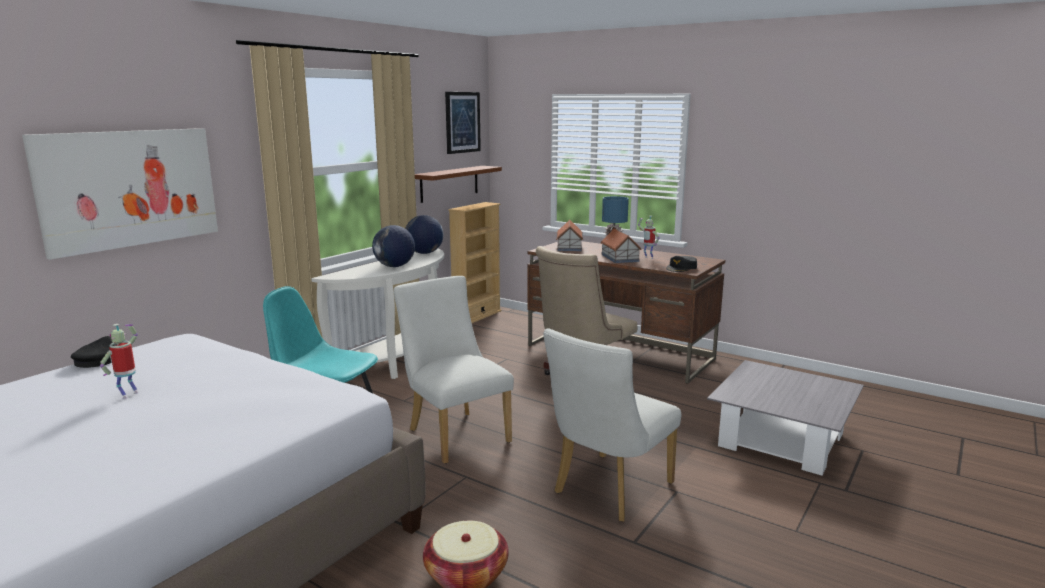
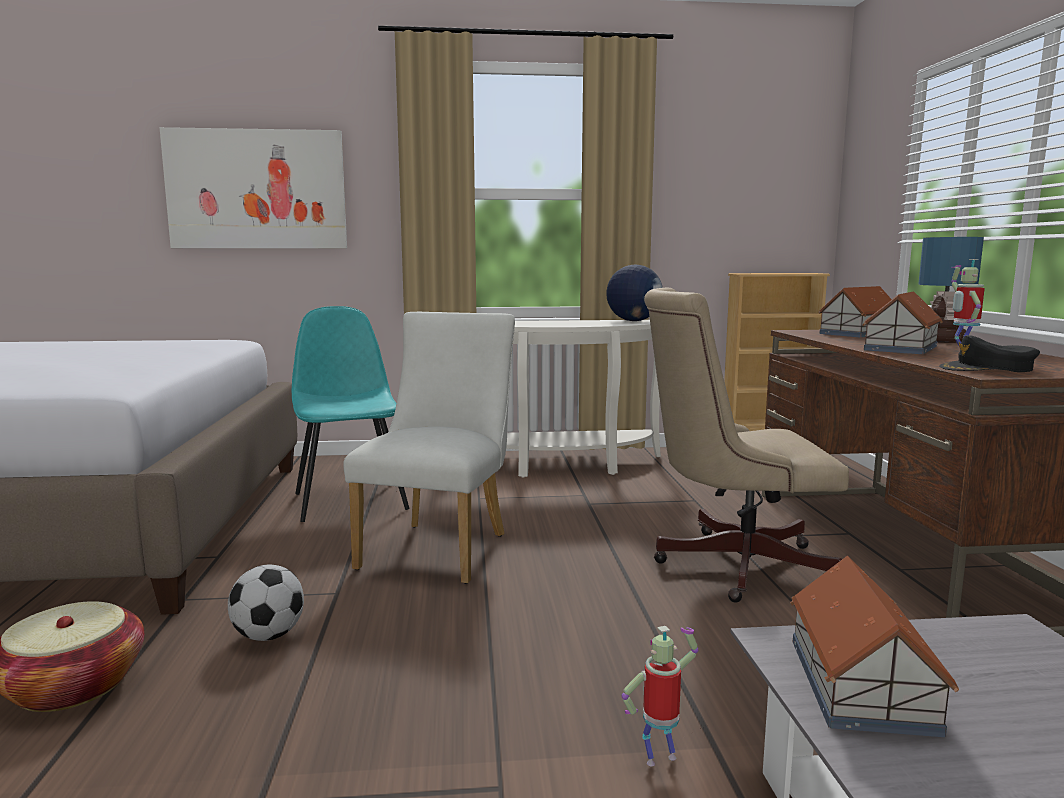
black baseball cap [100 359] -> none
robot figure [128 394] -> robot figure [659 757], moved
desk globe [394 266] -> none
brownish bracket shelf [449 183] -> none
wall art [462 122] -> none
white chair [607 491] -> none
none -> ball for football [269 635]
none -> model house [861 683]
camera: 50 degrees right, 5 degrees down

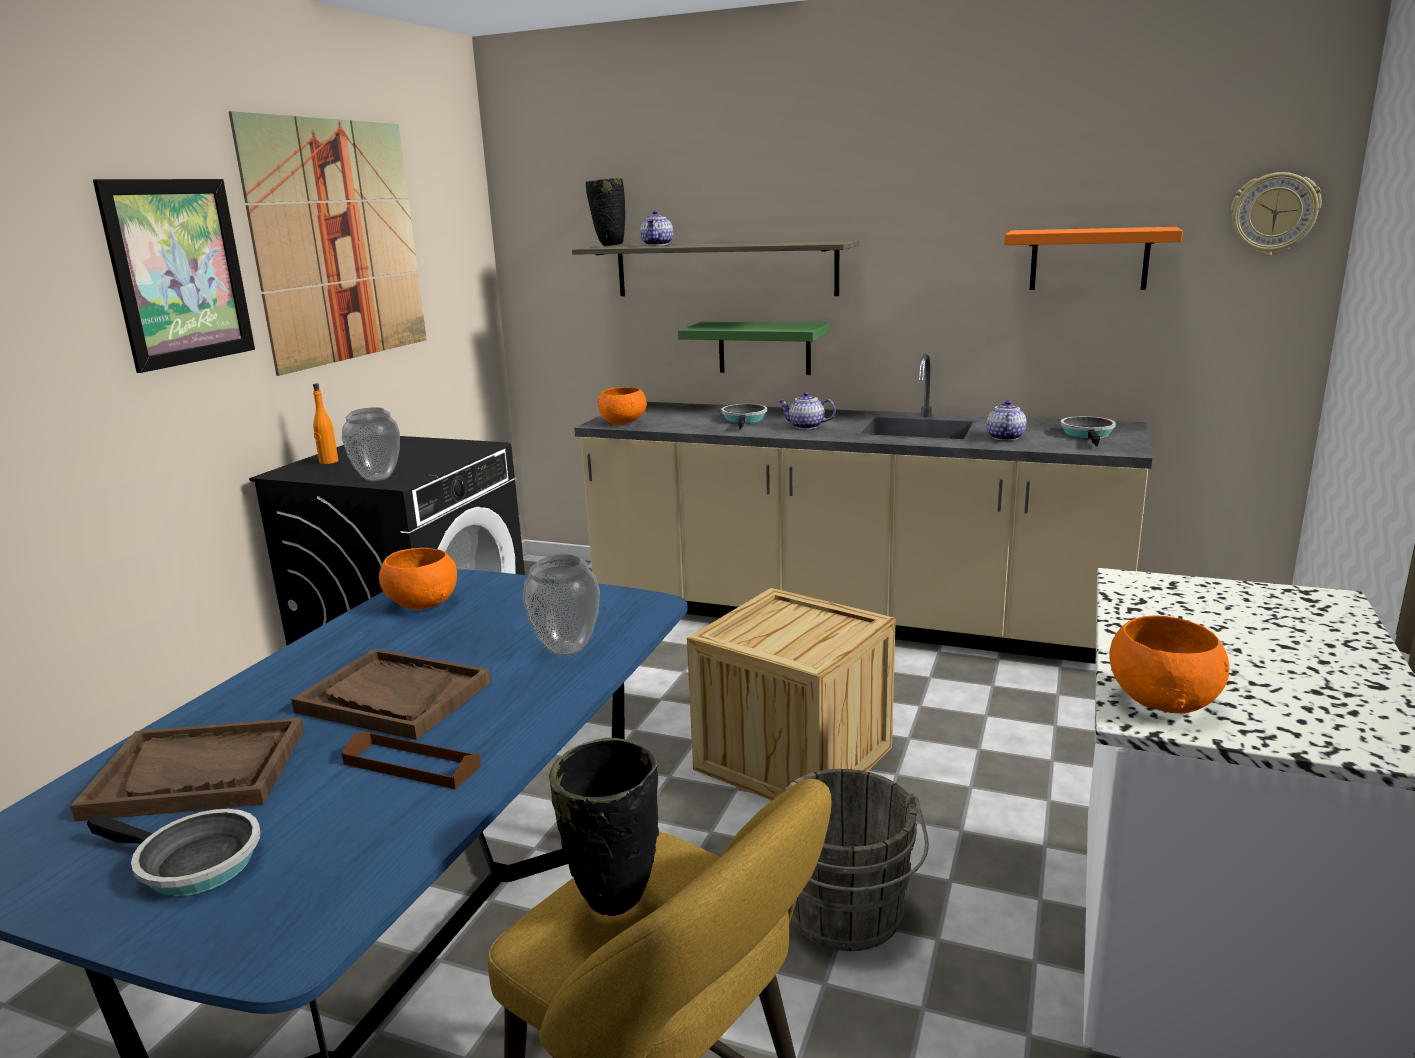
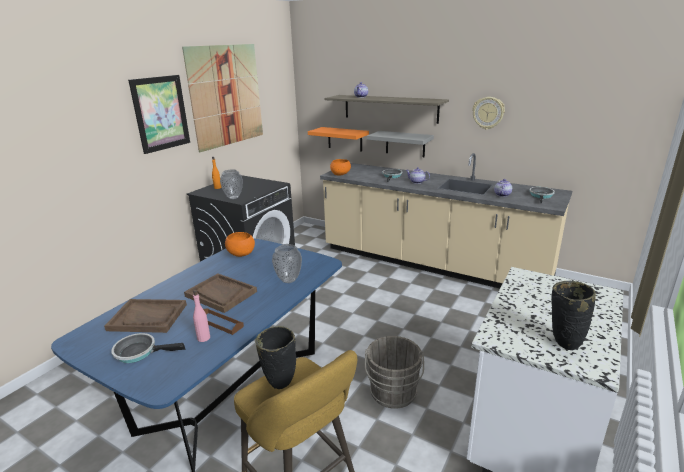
frying pan [191 864] -> frying pan [139 352], 150 degrees clockwise
black flower vase [609 245] -> black flower vase [563 343], moved
greenish bracket shelf [764 348] -> gray bracket shelf [405 144]
shipping crate [793 758] -> none
orange-coloured bracket shelf [1089 259] -> orange-coloured bracket shelf [345 139], moved
orange-coloured serving bowl [1162 701] -> none
hanging clock [1273 214] -> hanging clock [488 113], moved
none -> pink-coloured beverage bottle [204 338]
camera: 10 degrees right, 5 degrees up

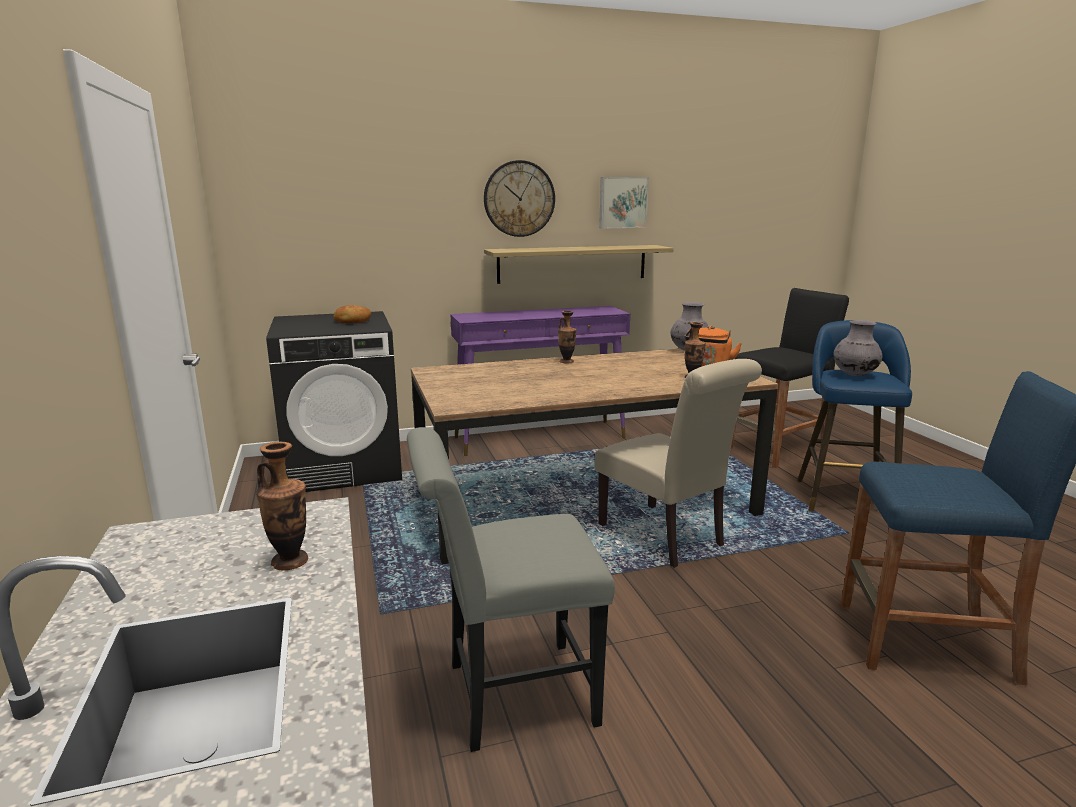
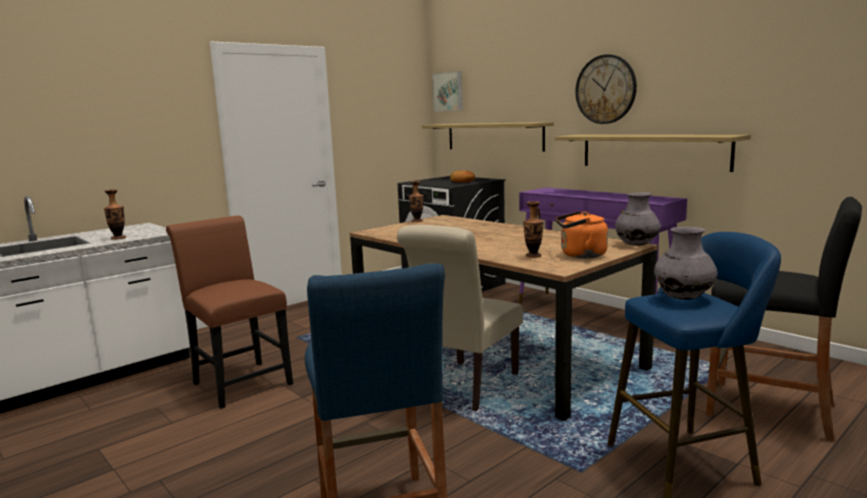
gray chair [509 695] -> brownish chair [239 381]
flower vase [566 362] -> flower vase [417 221], moved
wall art [622 202] -> wall art [448 91], moved
none -> bracket shelf [494 136]
camera: 65 degrees right, 5 degrees down

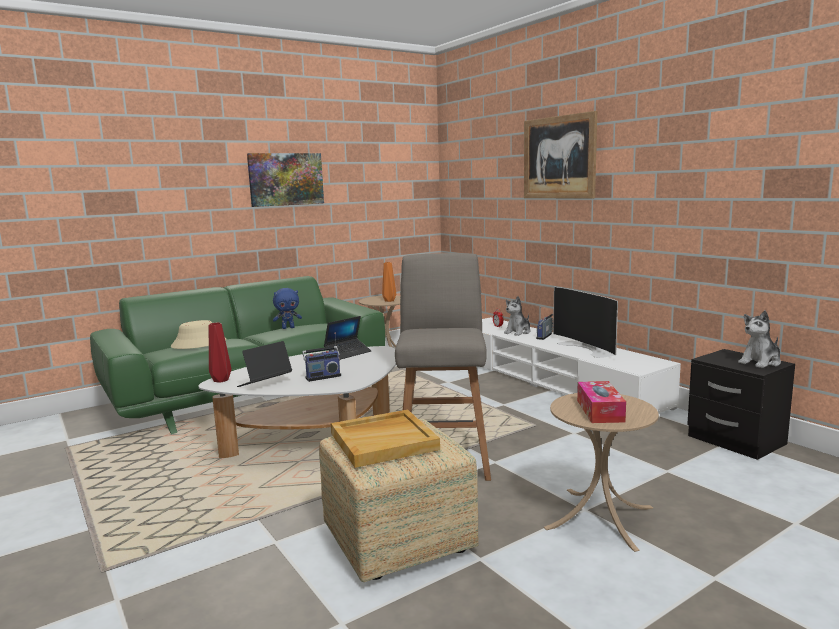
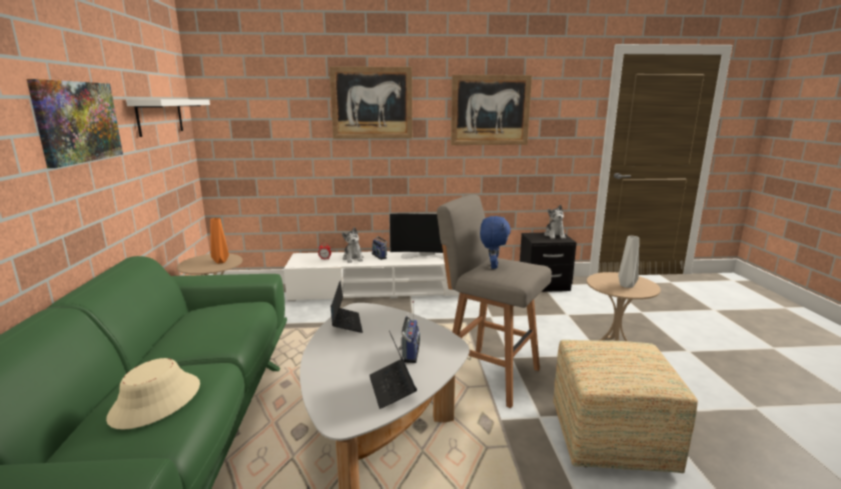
reddish flower vase [222 380] -> none
bluish soft toy [288 328] -> bluish soft toy [492 266], moved
sand-coloured serving tray [384 441] -> none
tissue holder [600 411] -> gray flower vase [626 285]
none -> white bracket shelf [160 116]
none -> wall art [490 110]
camera: 60 degrees left, 5 degrees up

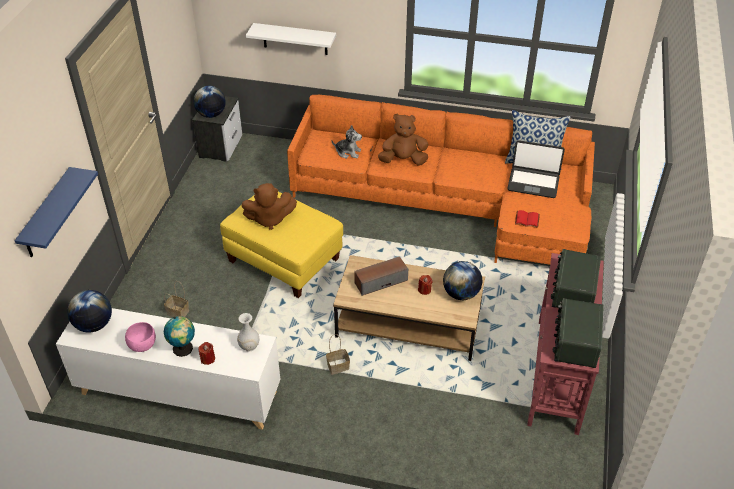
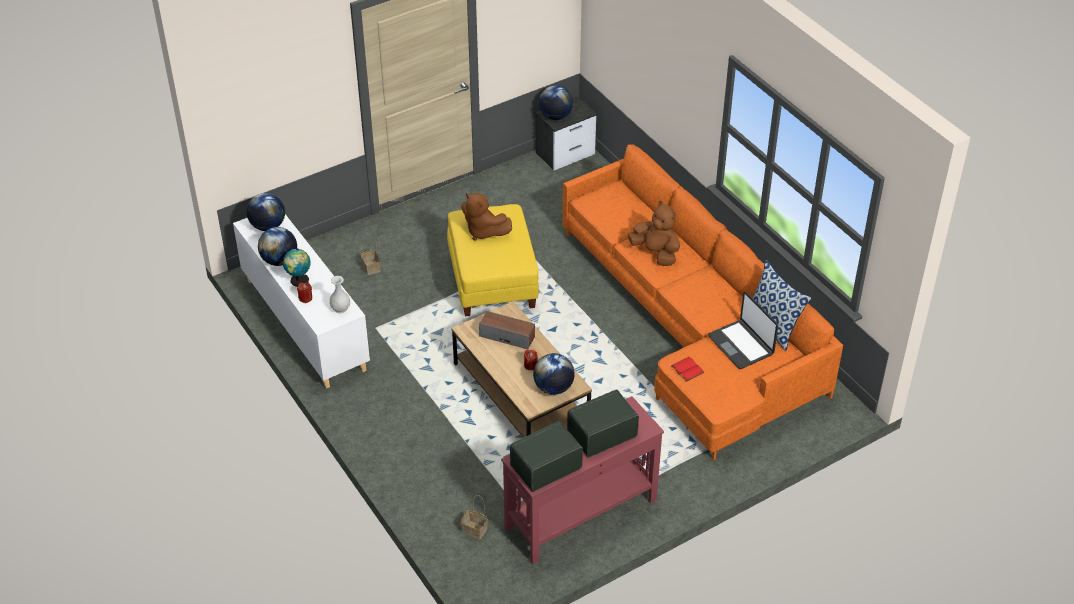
bluish bracket shelf [47 214] -> none
pink-coloured serving bowl [143 345] -> desk globe [279 260]
white bracket shelf [295 39] -> none
basket [338 366] -> basket [475 530], moved
soft toy [348 152] -> none
camera: 45 degrees right, 0 degrees up

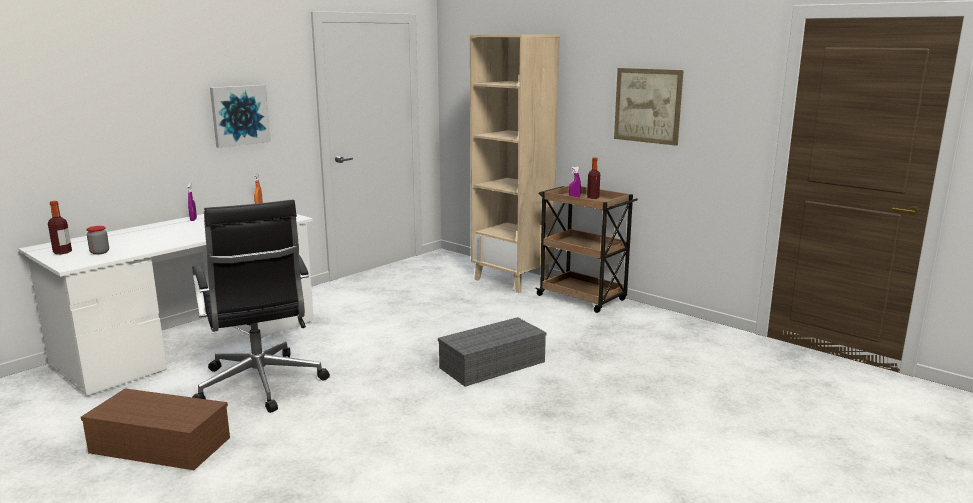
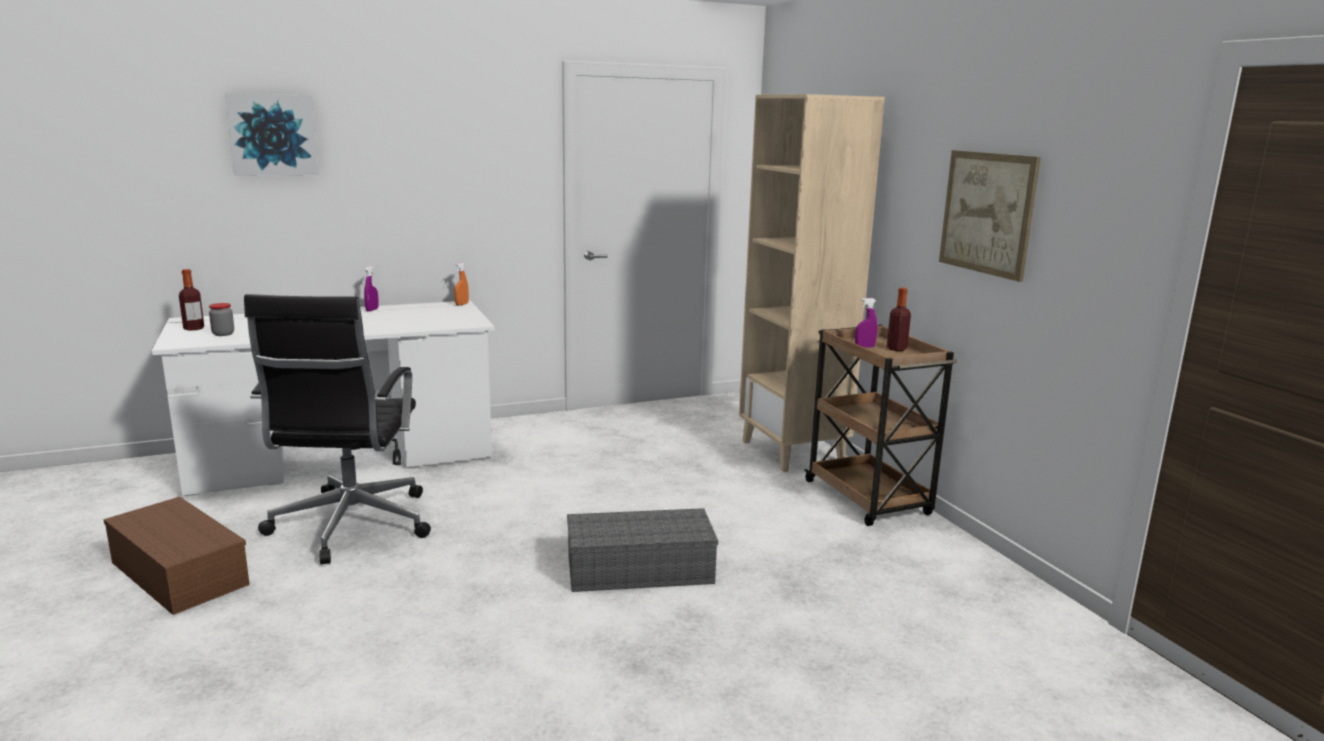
wall art [240 115] -> wall art [273 135], moved
camera: 25 degrees right, 0 degrees up

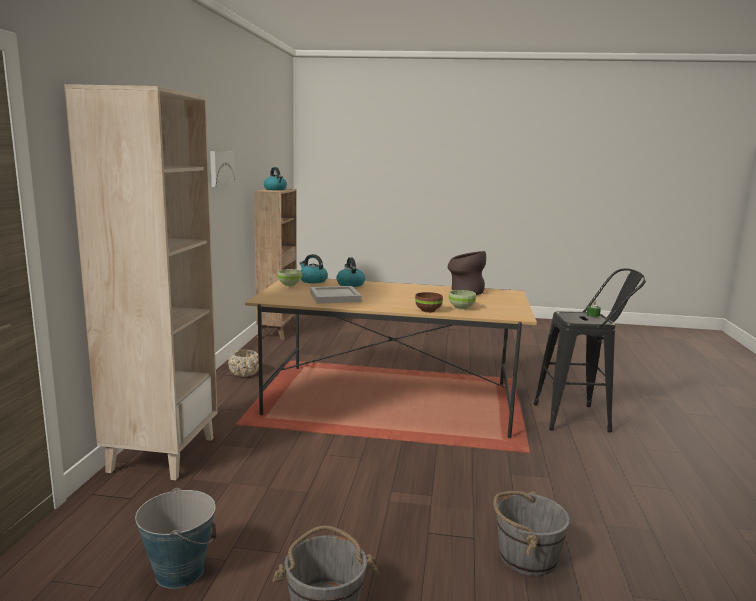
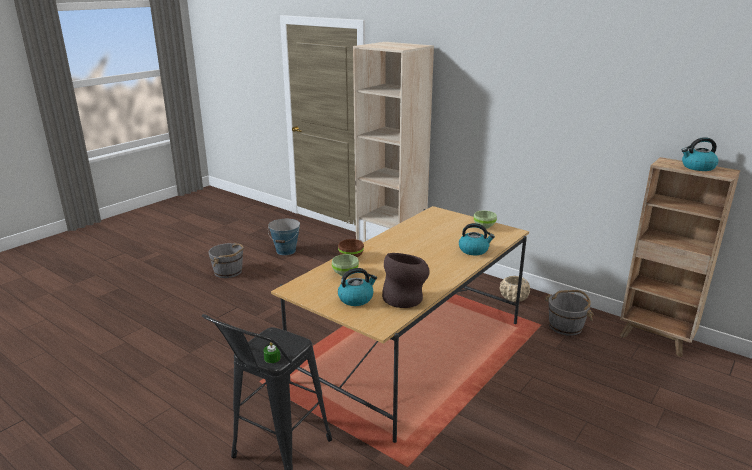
wall art [220 168] -> none
tea kettle [312 281] -> tea kettle [356 298], moved
white serving tray [335 297] -> none
gray water bucket [526 556] -> gray water bucket [566 326], moved
camera: 120 degrees right, 10 degrees up

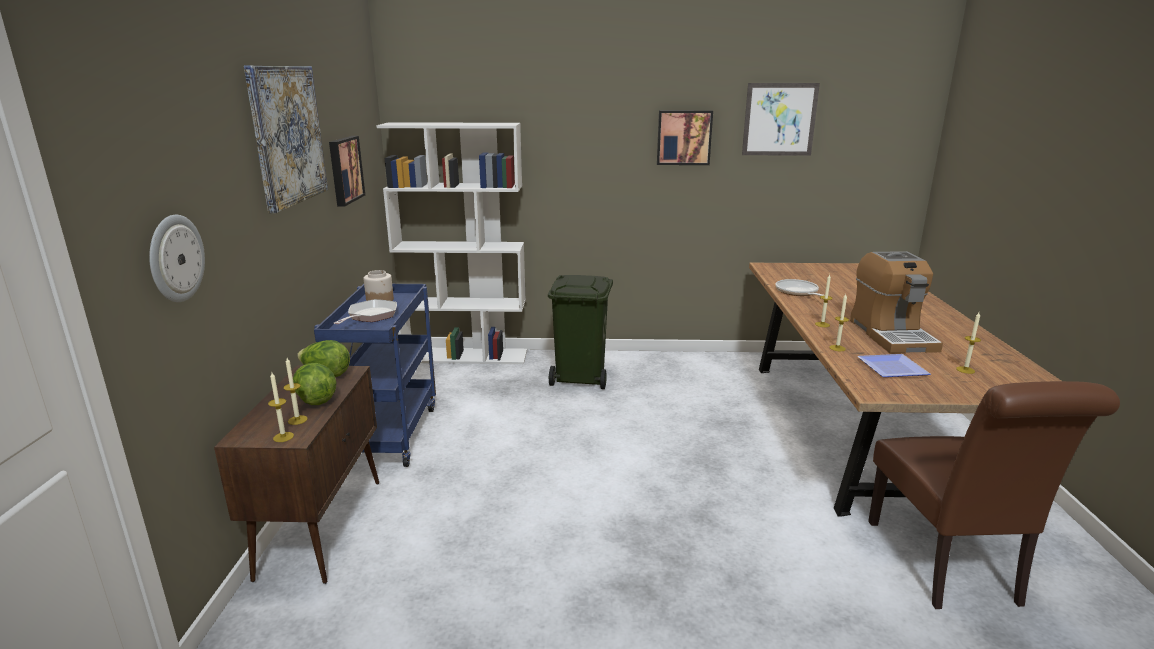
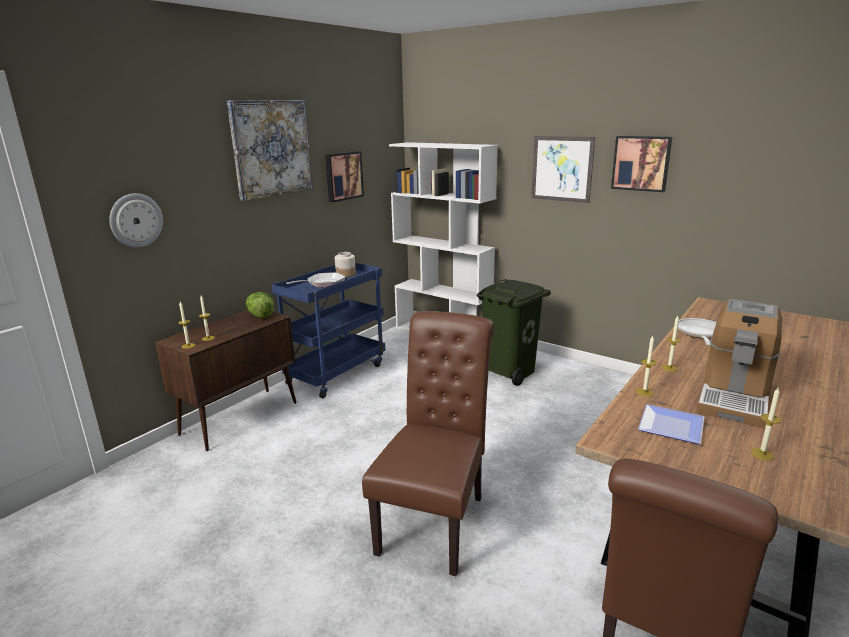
head of lettuce [315 399] -> none
wall art [779 119] -> wall art [562 169], moved
none -> brownish chair [435 519]
camera: 35 degrees right, 0 degrees up

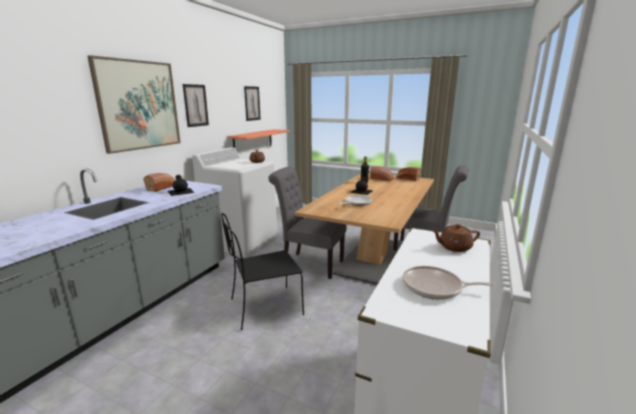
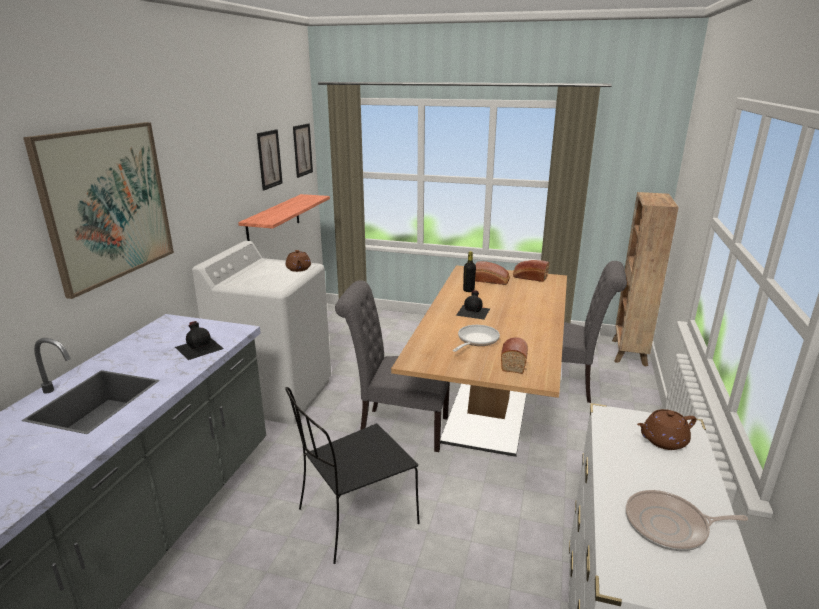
bakery bread [162 188] -> bakery bread [514 361], moved
wall art [195 105] -> wall art [302 150], moved
none -> brownish bookshelf [629 353]
camera: 10 degrees left, 5 degrees up

